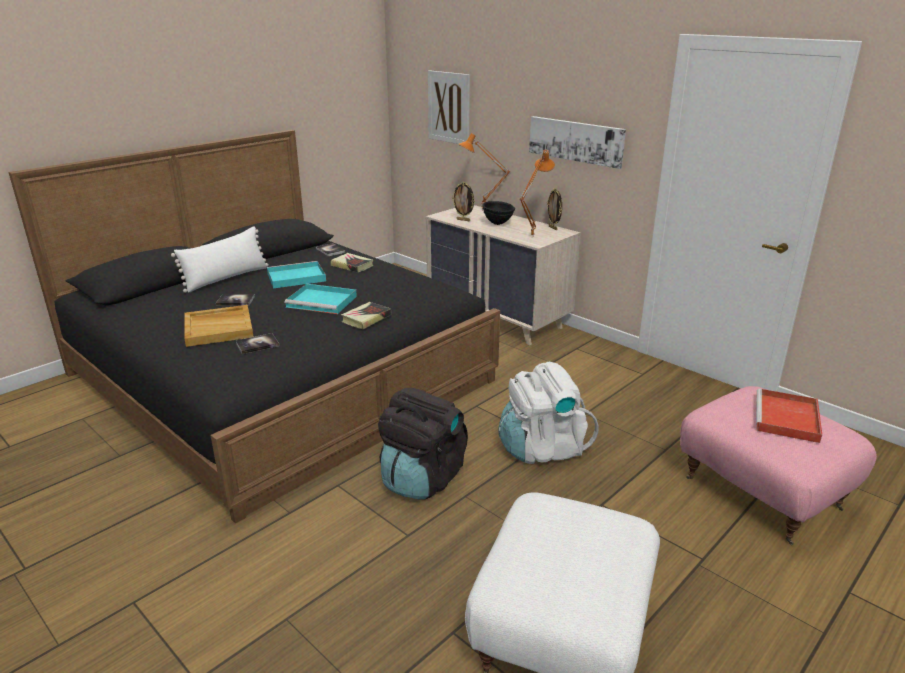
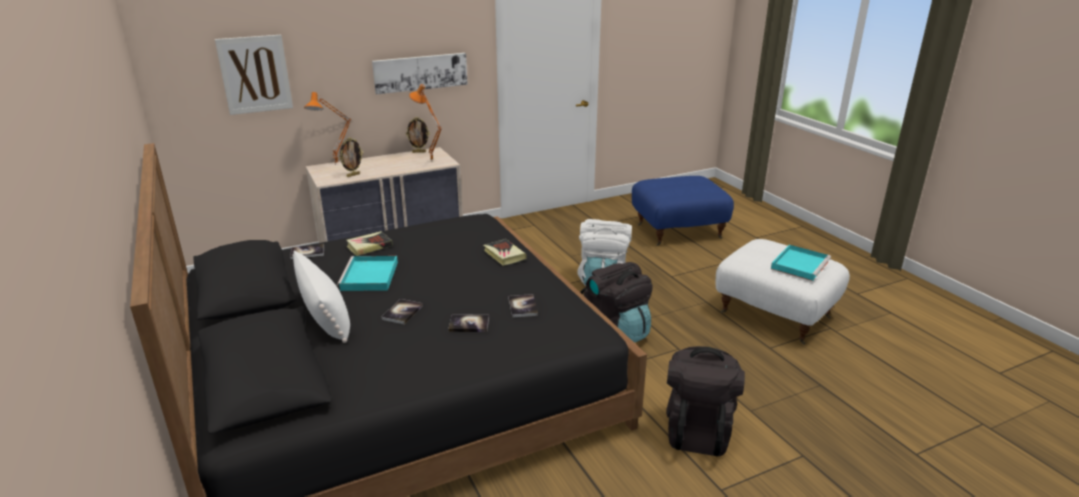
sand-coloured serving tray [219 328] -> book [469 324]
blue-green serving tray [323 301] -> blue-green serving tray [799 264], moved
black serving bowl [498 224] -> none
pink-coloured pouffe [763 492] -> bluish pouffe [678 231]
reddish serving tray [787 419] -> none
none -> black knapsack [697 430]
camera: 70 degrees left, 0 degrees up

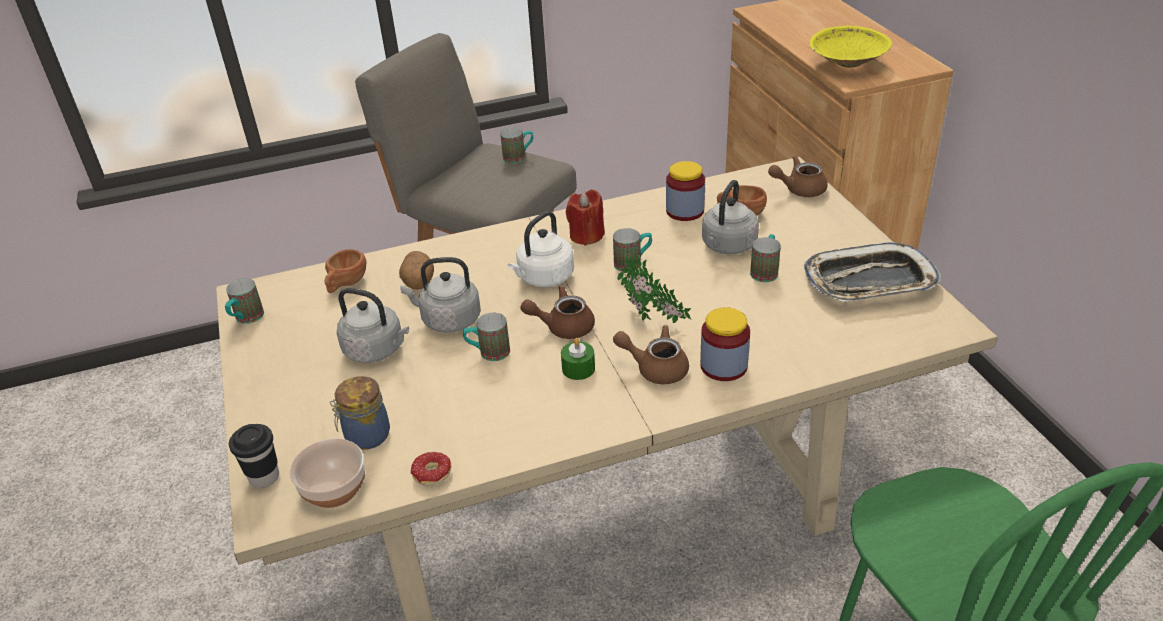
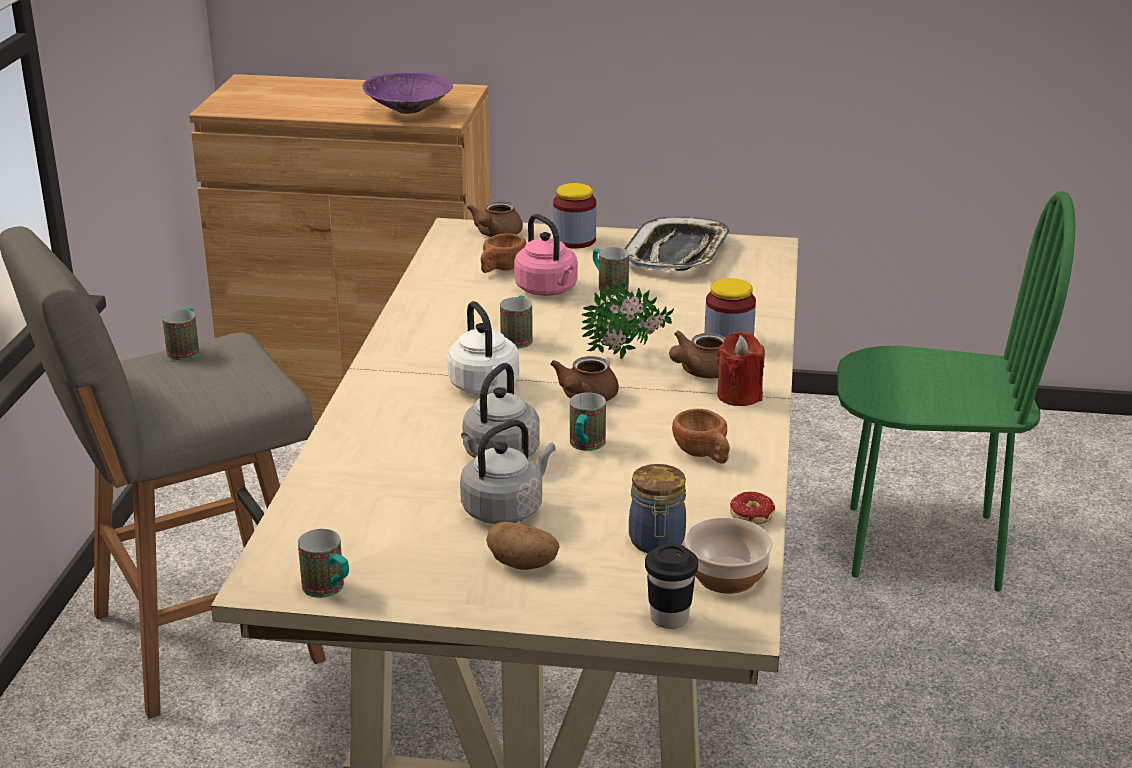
brownish small cup [346 284] -> brownish small cup [703 455], moved
whole potato [418 283] -> whole potato [523 564], moved
greenish wax candle [578 368] -> none
reddish wax candle [586 235] -> reddish wax candle [739 395], moved
storage jar [685 211] -> storage jar [574 240], moved
gray tea kettle [727 246] -> pink-coloured tea kettle [548 290]
yellowish serving bowl [846 64] -> purple-coloured serving bowl [408 111]
camera: 65 degrees left, 10 degrees down

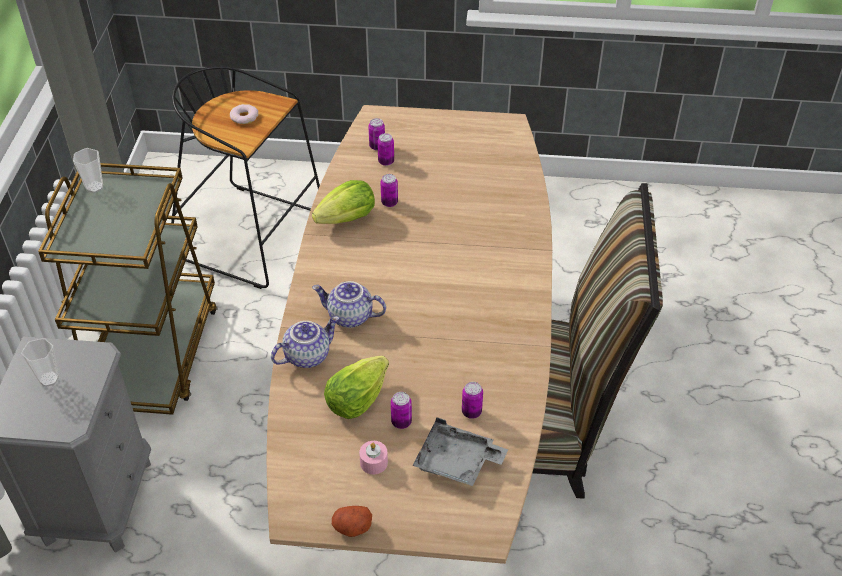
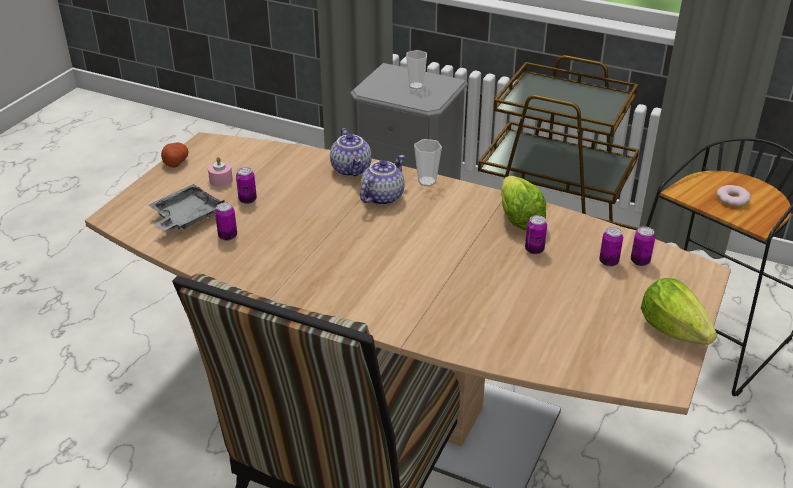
small cup [94 187] -> small cup [427 181], moved
head of lettuce [356 400] -> head of lettuce [673 330], moved
camera: 110 degrees right, 10 degrees down

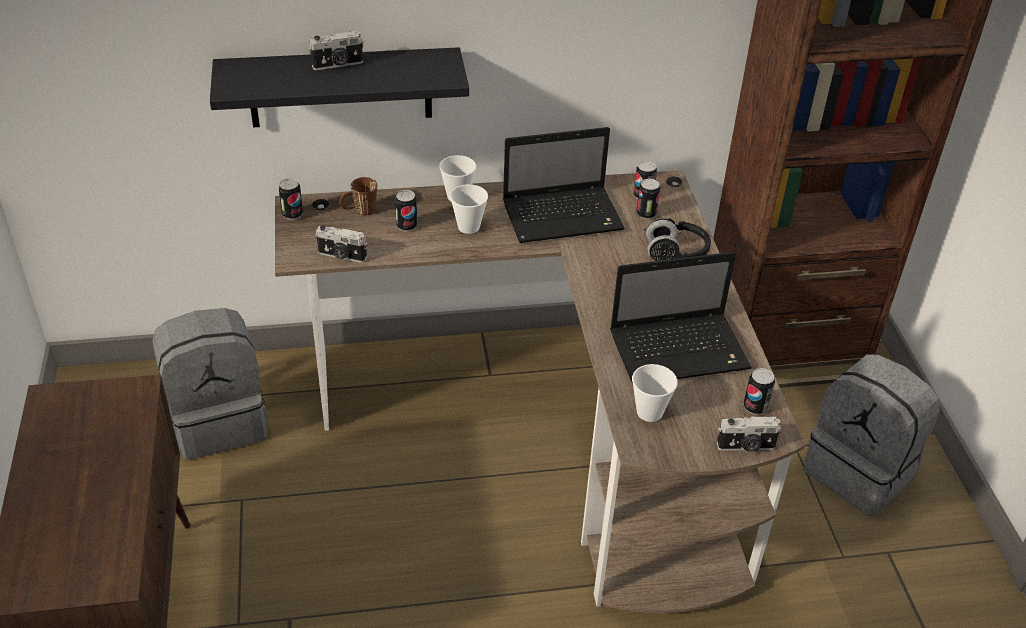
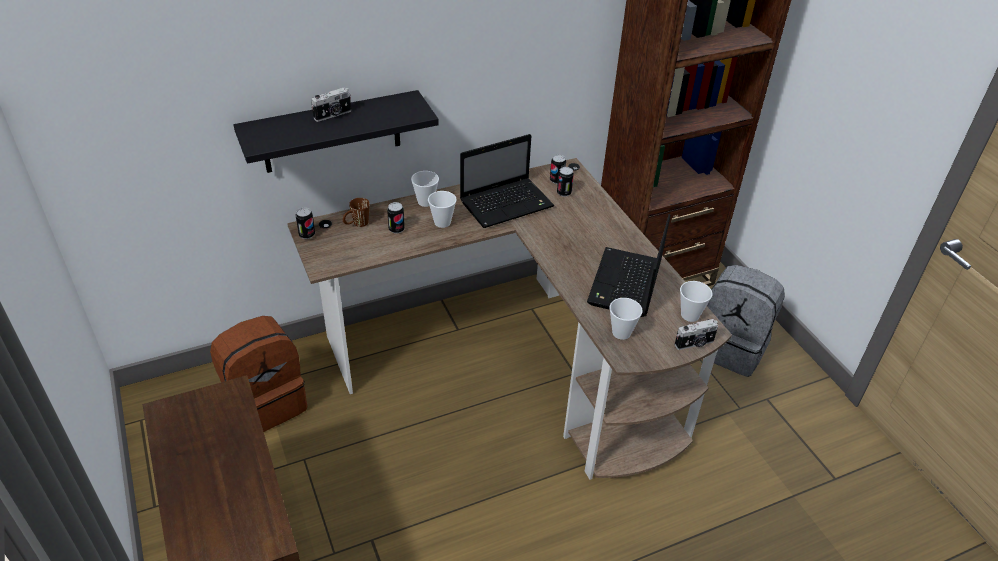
gray knapsack [219 421] -> brownish knapsack [265 403]
photo camera [342 256] -> none
laptop [681 350] -> laptop [625 285], 135 degrees clockwise
black headphones [675 253] -> none
sealed can [755 407] -> small cup [690 315]
camera: 15 degrees left, 0 degrees up

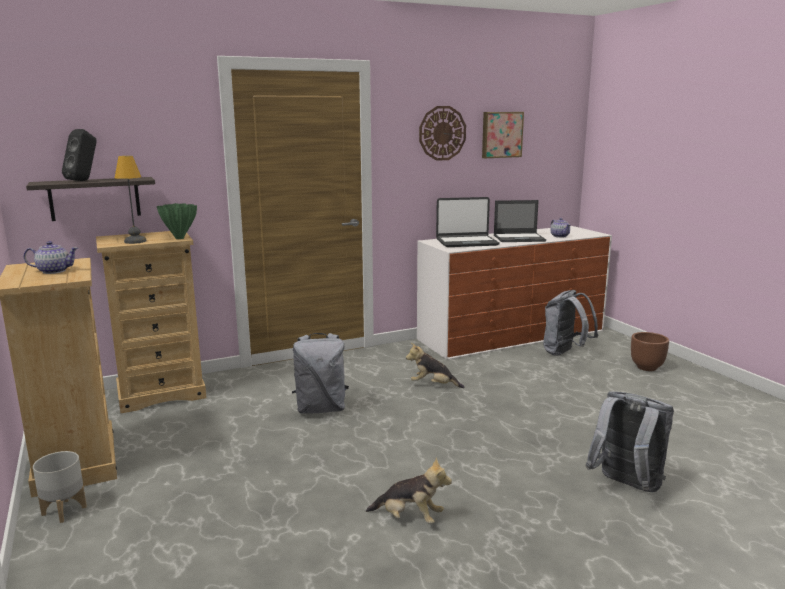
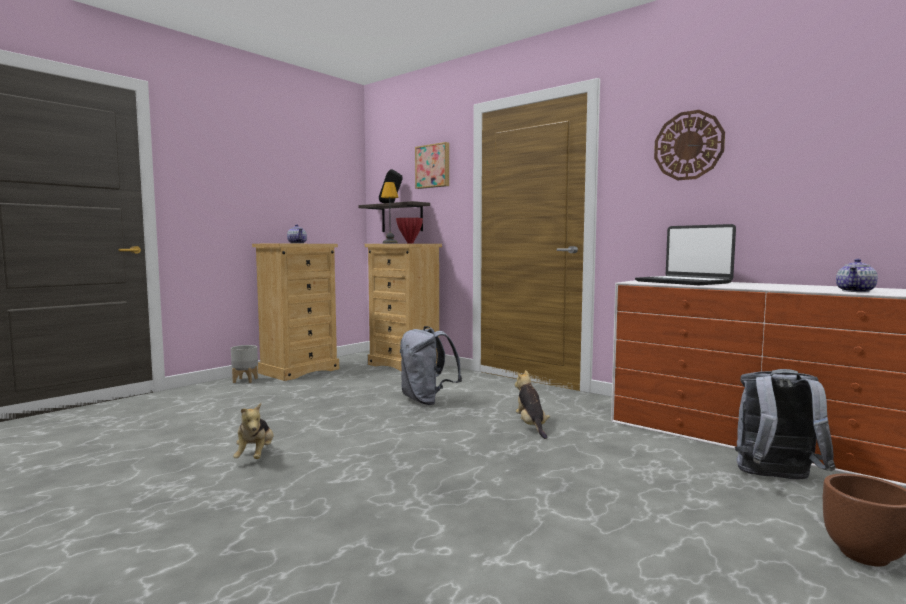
greenish flower vase [178 238] -> reddish flower vase [410 243]
wall art [501 134] -> wall art [433 166], moved
laptop [519 238] -> none
gray knapsack [626 486] -> none
camera: 65 degrees right, 10 degrees down

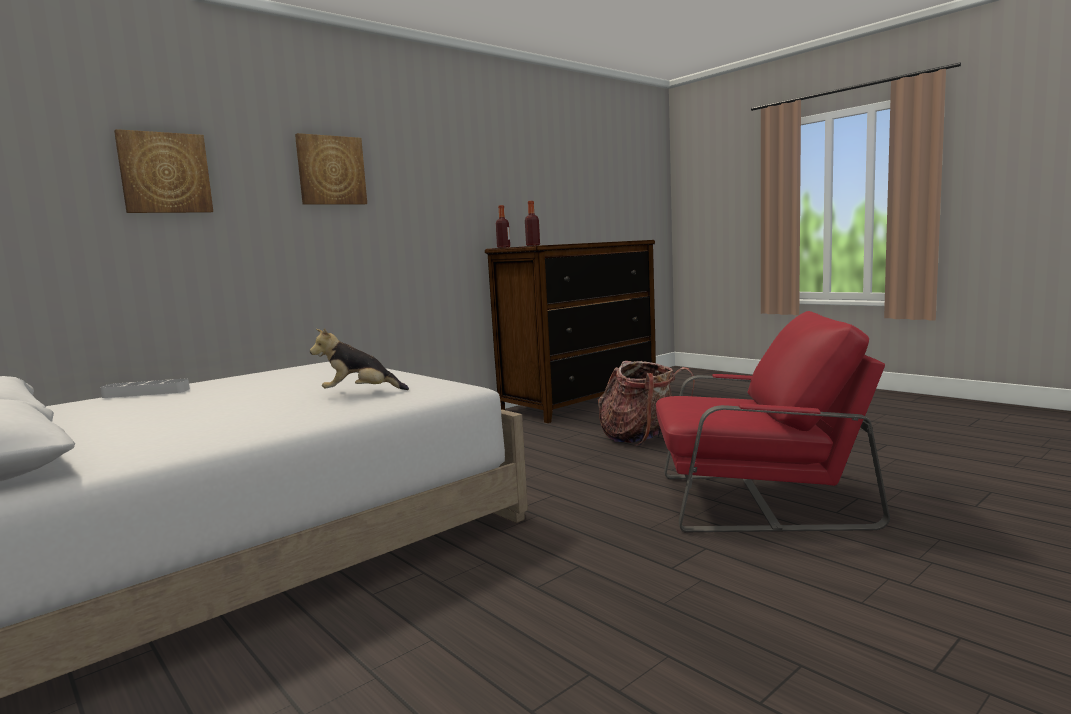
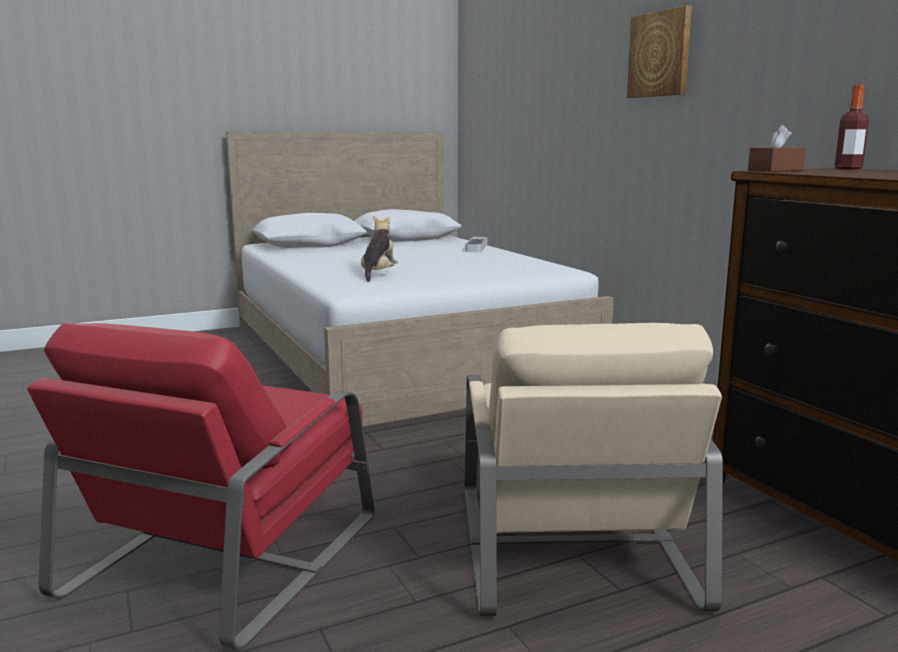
wall art [165 173] -> none
beverage bottle [533 245] -> brownish tissue holder [775 170]
knapsack [641 438] -> sand-coloured easy chair [570 542]
camera: 105 degrees right, 5 degrees up

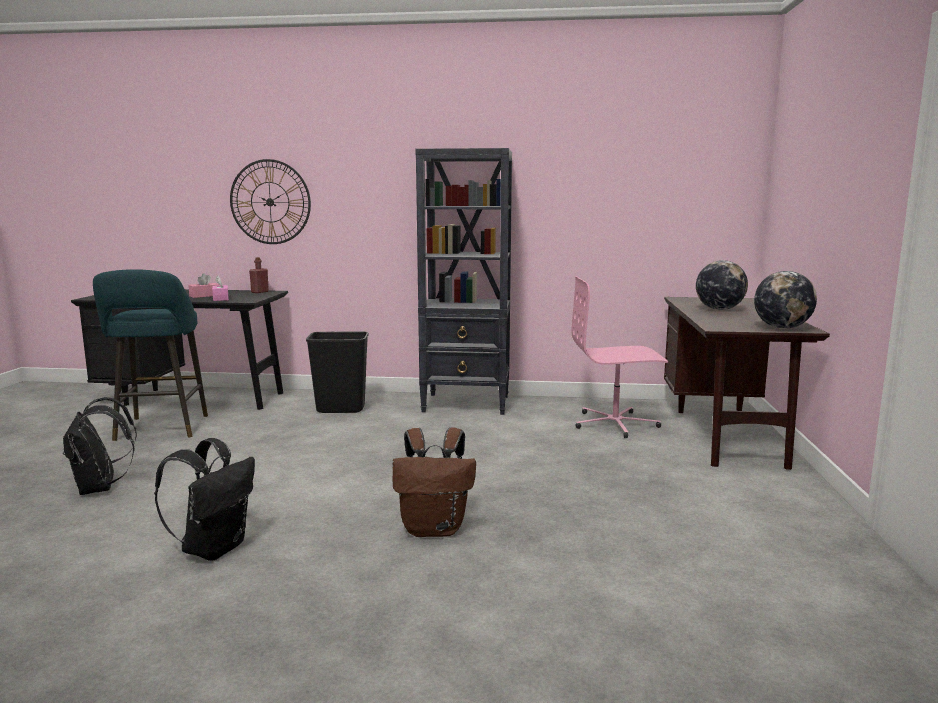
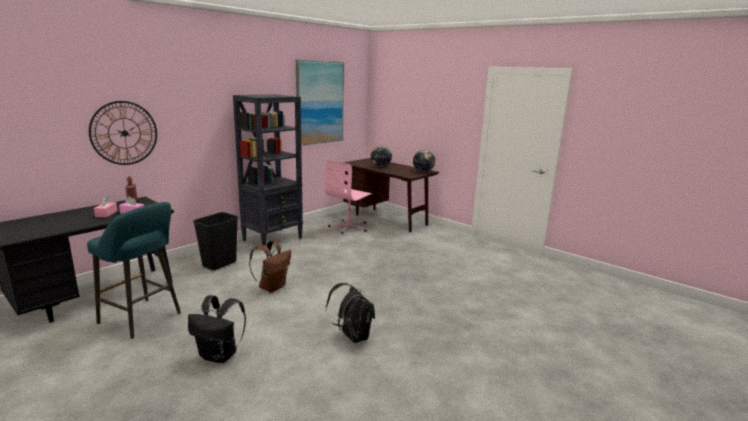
brownish knapsack [434 529] -> brownish knapsack [272 287], moved
none -> wall art [320 102]
camera: 55 degrees left, 5 degrees up

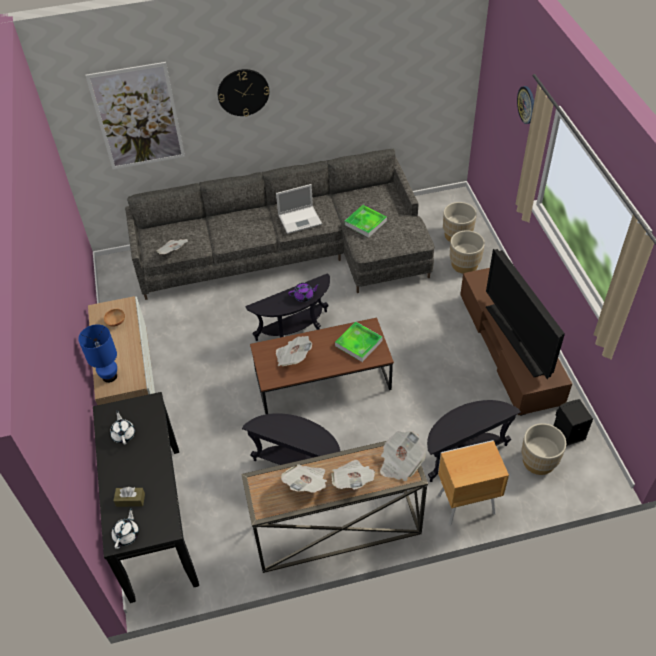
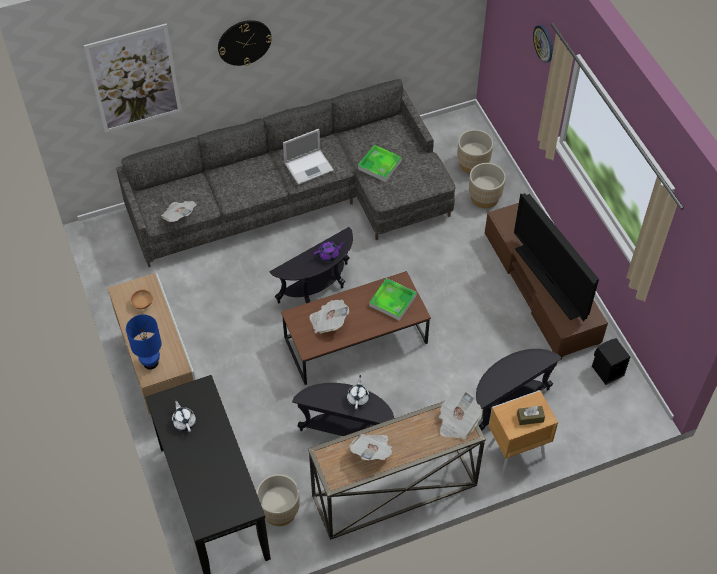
white teapot [127 534] -> white teapot [358 398], moved
brownish tissue holder [130 500] -> brownish tissue holder [530 418], moved
newspaper [352 480] -> none
sand-coloured flower pot [538 461] -> sand-coloured flower pot [279 511], moved
camera: 10 degrees left, 5 degrees up

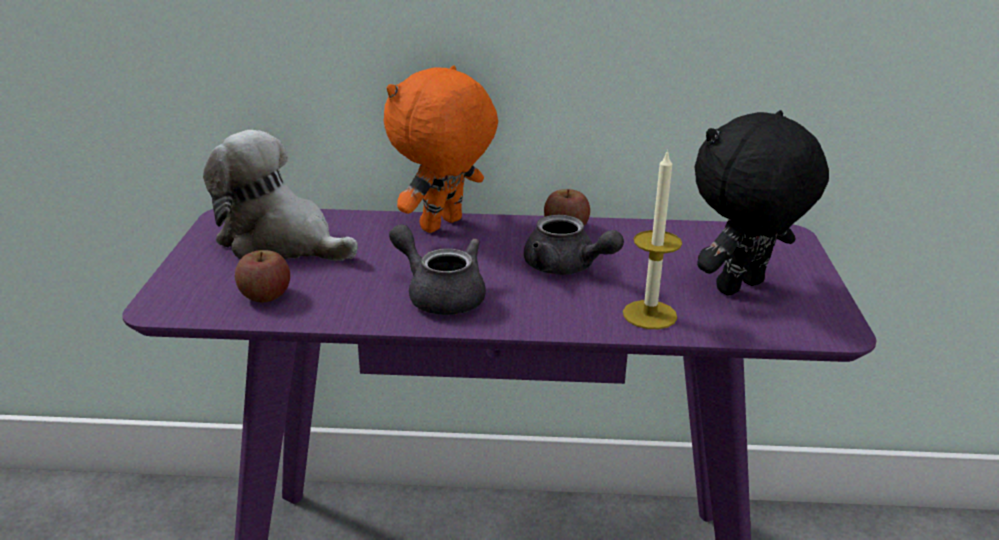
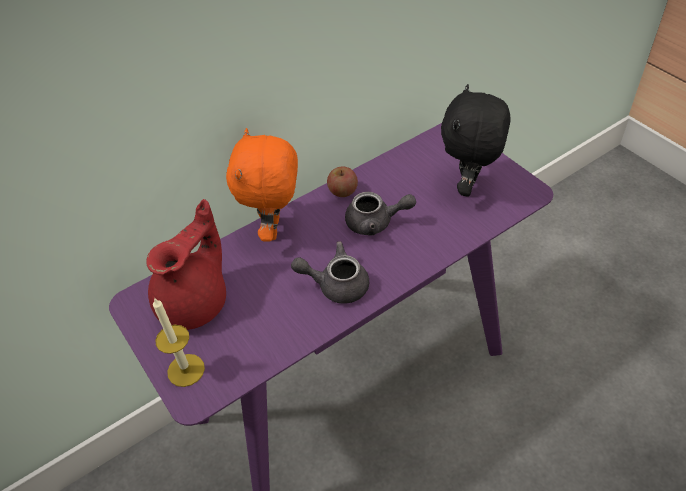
soft toy [281 242] -> reddish teapot [196 302]
whole apple [265 295] -> none
wax candle [649 315] -> wax candle [186 370], moved
camera: 35 degrees left, 20 degrees up

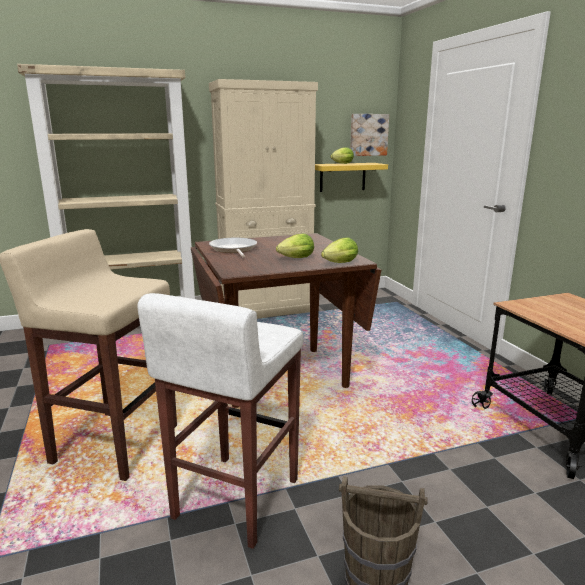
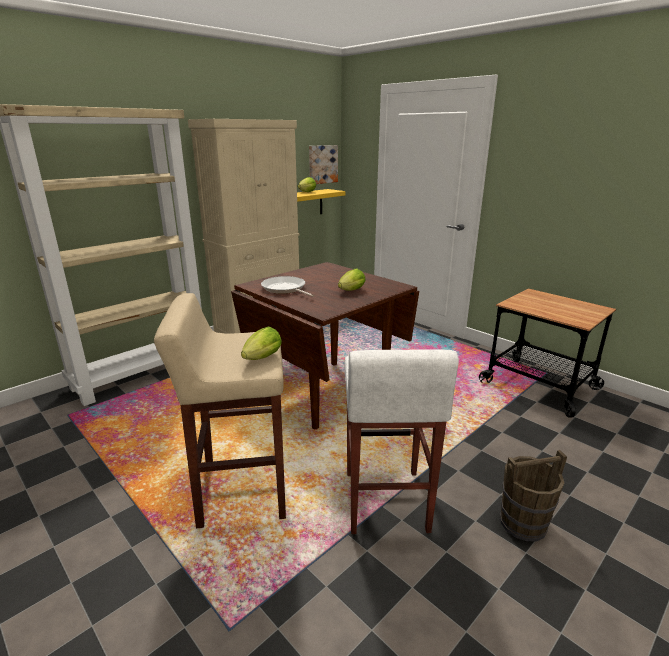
head of lettuce [338 263] -> head of lettuce [261 359], moved
camera: 25 degrees left, 5 degrees up

